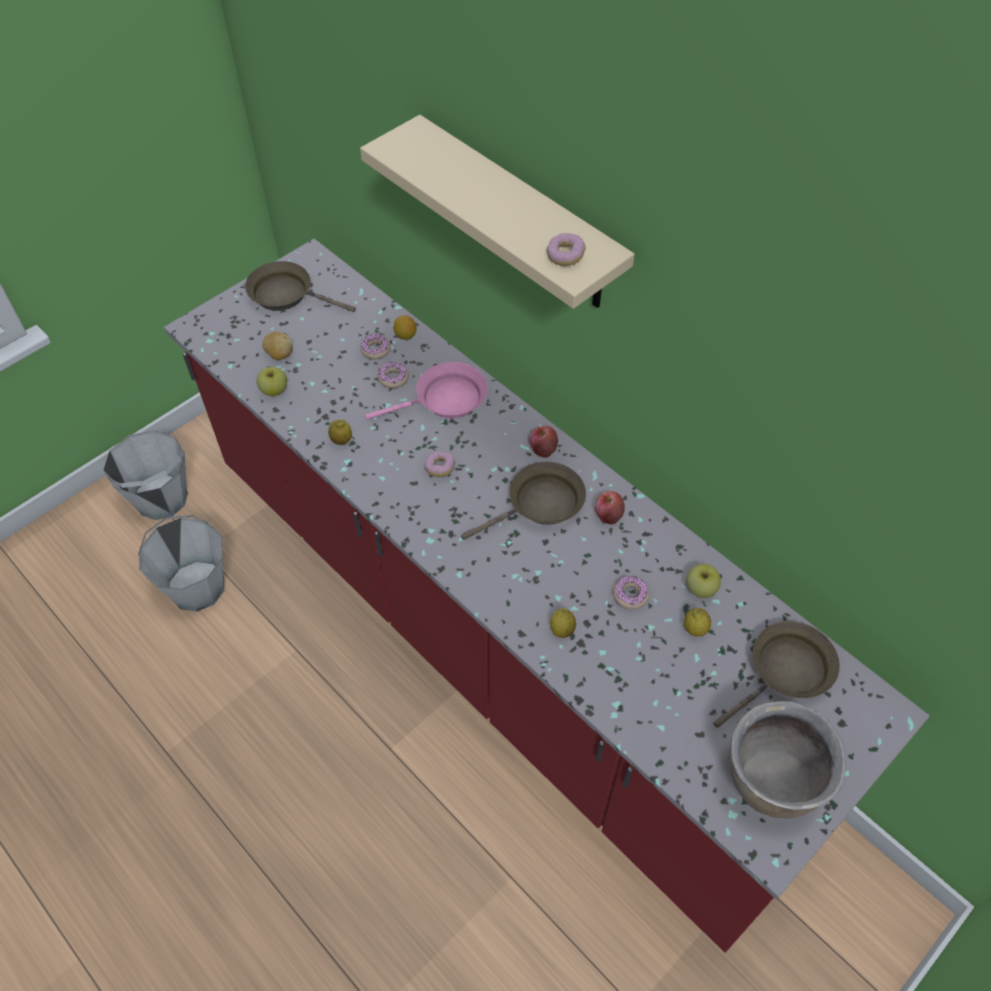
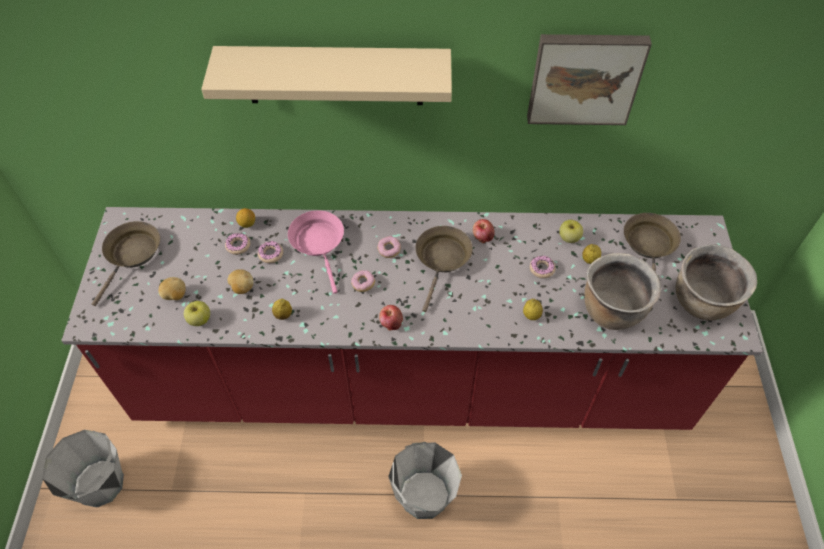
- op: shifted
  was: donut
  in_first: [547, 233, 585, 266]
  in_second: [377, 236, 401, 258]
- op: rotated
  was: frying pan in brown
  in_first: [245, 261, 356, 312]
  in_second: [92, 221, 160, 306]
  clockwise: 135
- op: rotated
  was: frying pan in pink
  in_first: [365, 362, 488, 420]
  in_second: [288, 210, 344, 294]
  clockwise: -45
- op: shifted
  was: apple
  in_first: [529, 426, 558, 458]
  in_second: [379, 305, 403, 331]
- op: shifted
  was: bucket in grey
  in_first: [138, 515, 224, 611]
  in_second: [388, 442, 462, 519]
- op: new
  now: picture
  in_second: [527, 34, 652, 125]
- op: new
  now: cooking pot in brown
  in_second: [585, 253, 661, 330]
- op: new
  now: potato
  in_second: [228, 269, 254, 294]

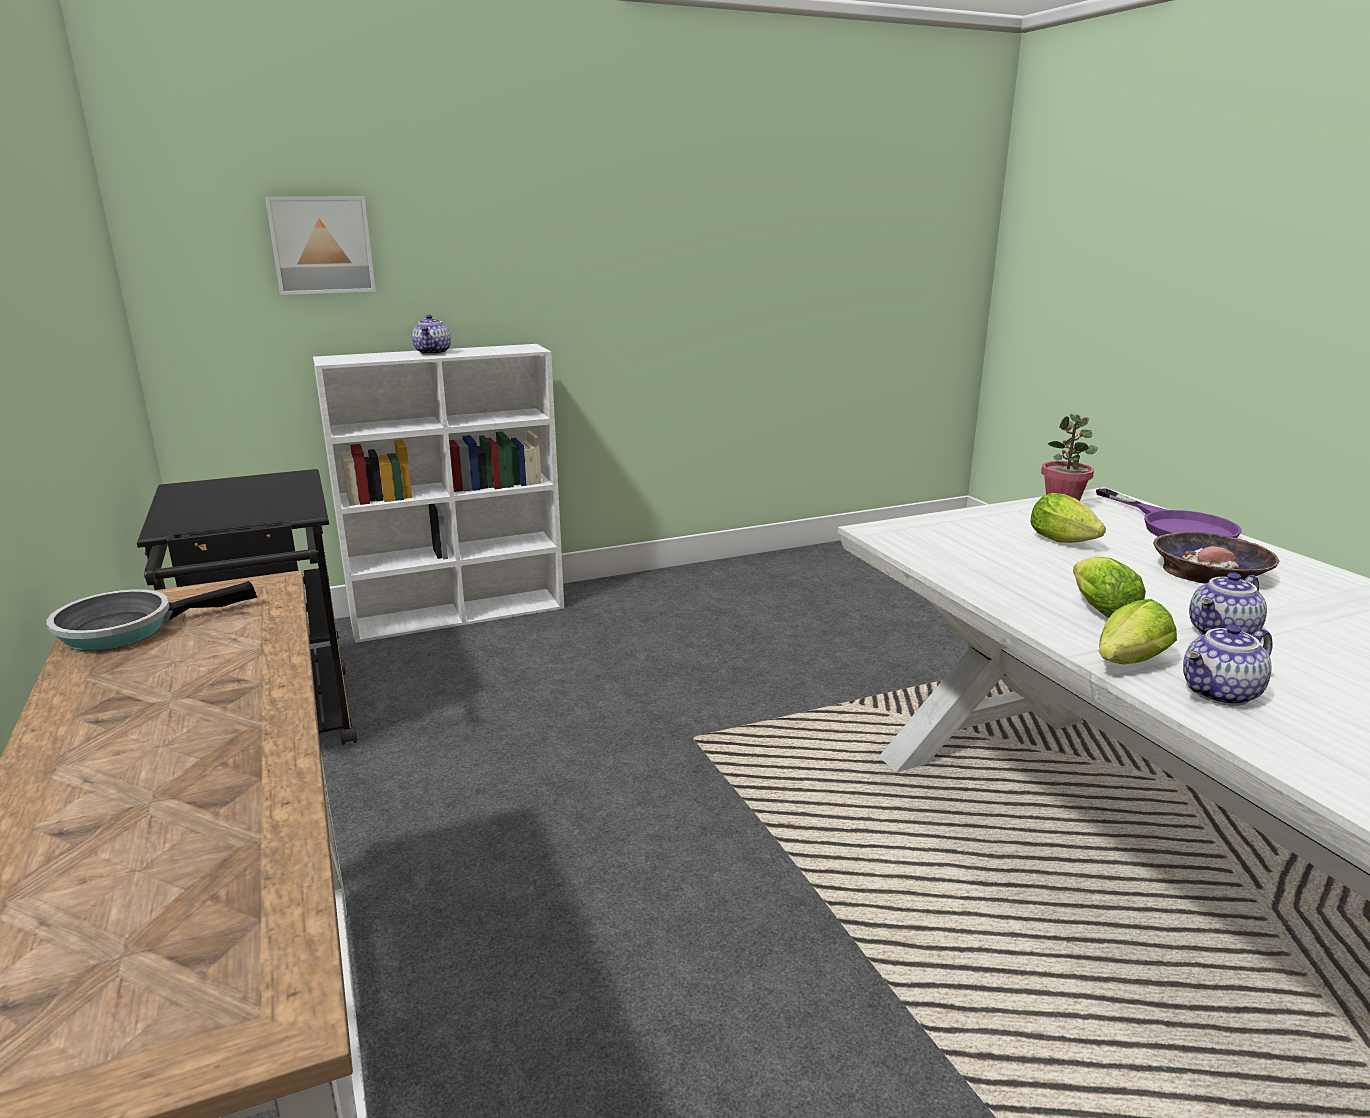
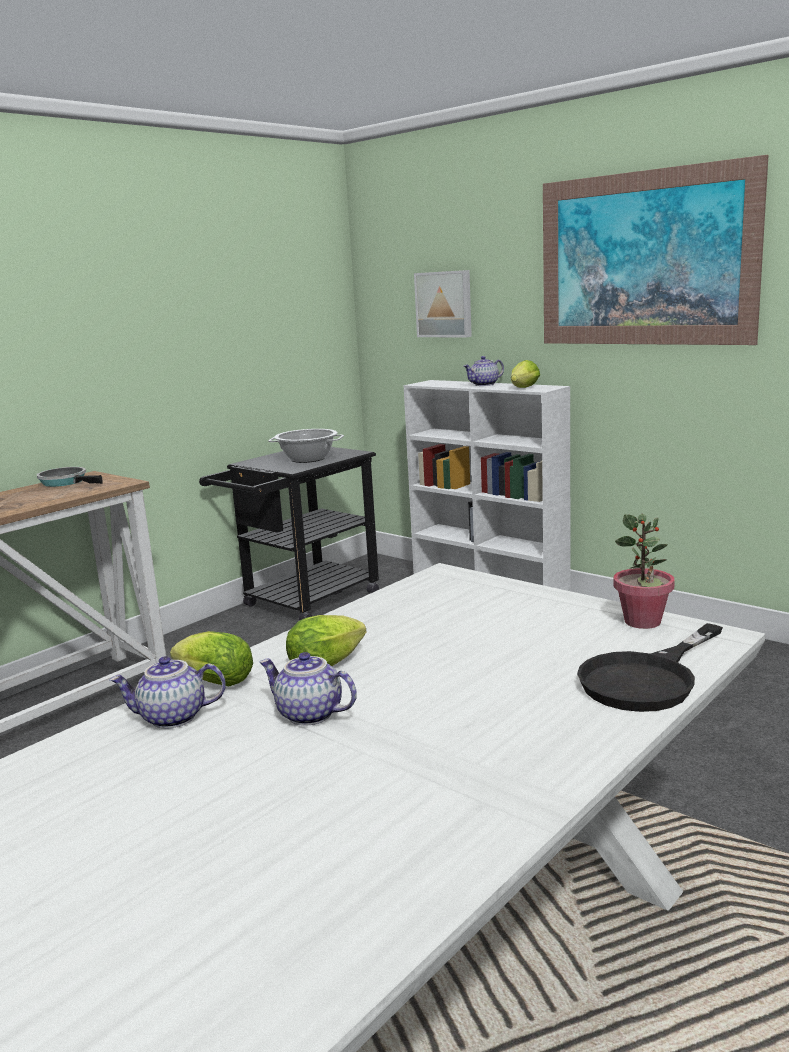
- op: repainted
  was: frying pan in purple
  now: frying pan in black
  in_first: [1096, 488, 1242, 538]
  in_second: [577, 623, 723, 712]
- op: shifted
  was: lettuce
  in_first: [1031, 493, 1106, 543]
  in_second: [511, 360, 540, 388]
- op: gone
  was: bowl
  in_first: [1153, 531, 1280, 584]
- op: rotated
  was: teapot
  in_first: [1183, 625, 1273, 706]
  in_second: [109, 656, 226, 729]
  clockwise: -45
- op: new
  now: picture
  in_second: [543, 155, 769, 345]
- op: new
  now: cooking pot
  in_second: [268, 429, 344, 463]

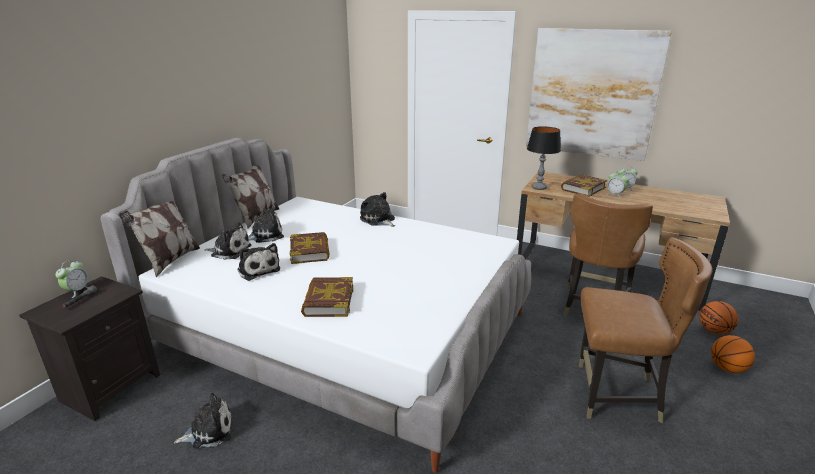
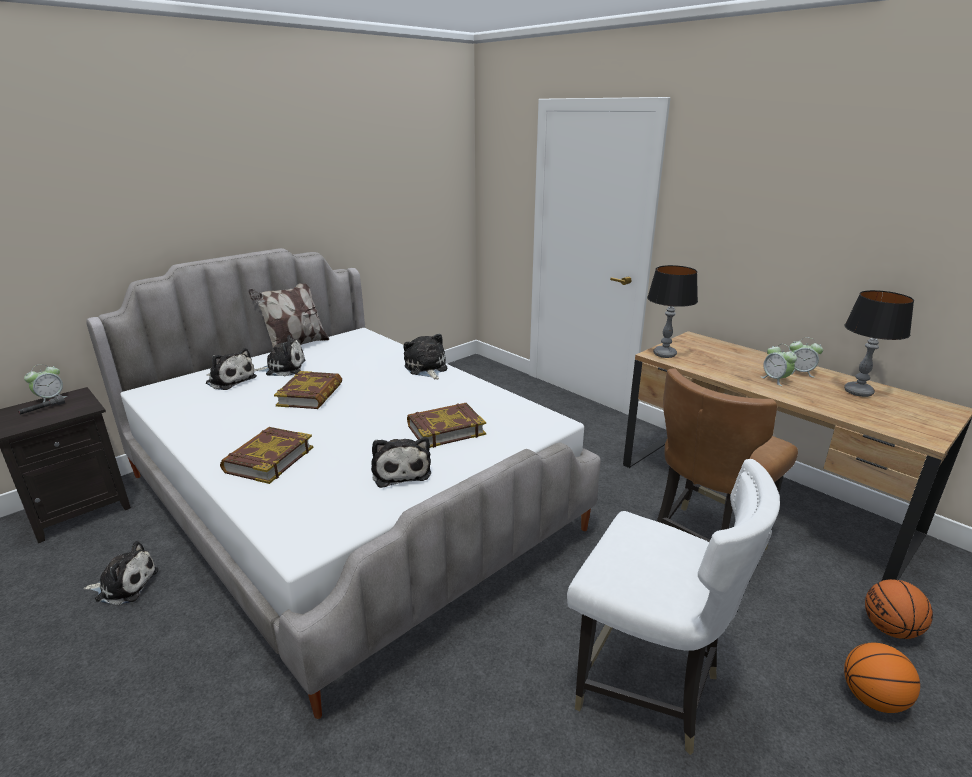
- op: gone
  was: picture
  in_first: [526, 28, 672, 161]
- op: shifted
  was: book
  in_first: [561, 174, 607, 197]
  in_second: [407, 403, 486, 448]
- op: gone
  was: pillow
  in_first: [119, 201, 200, 278]
- op: repainted
  was: chair in brown
  now: chair in white
  in_first: [579, 237, 713, 423]
  in_second: [567, 459, 780, 755]
- op: shifted
  was: plush toy
  in_first: [237, 243, 280, 281]
  in_second: [371, 437, 431, 488]
- op: new
  now: table lamp
  in_second: [844, 290, 914, 397]

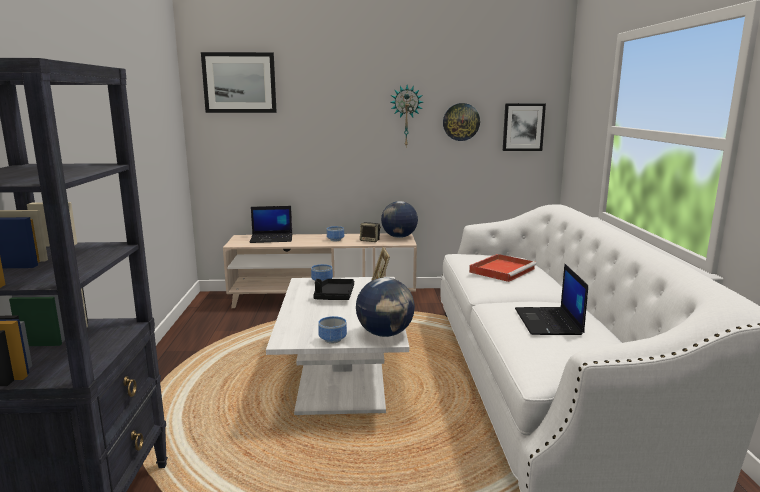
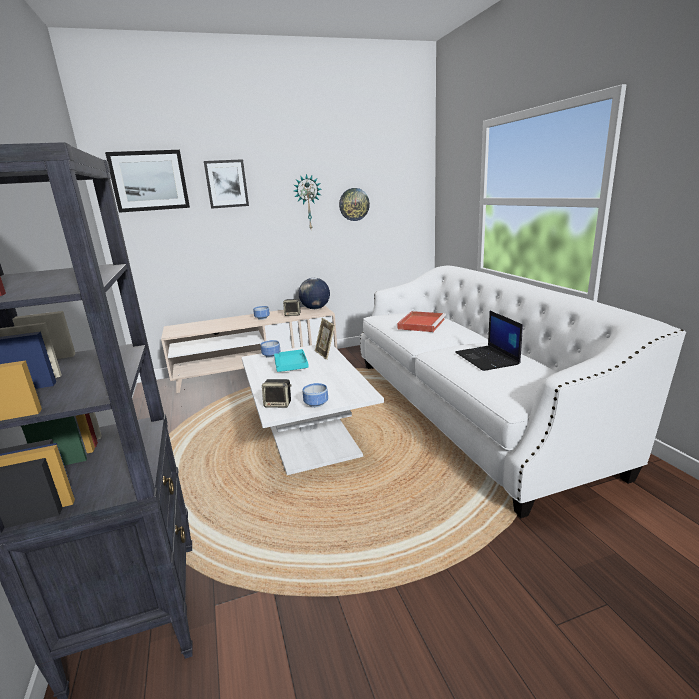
- op: shifted
  was: picture
  in_first: [503, 103, 546, 151]
  in_second: [204, 159, 249, 209]
- op: gone
  was: laptop
  in_first: [250, 206, 292, 243]
- op: gone
  was: globe
  in_first: [356, 278, 415, 337]
- op: repainted
  was: tray in black
  now: tray in turquoise
  in_first: [313, 279, 354, 300]
  in_second: [274, 349, 309, 372]
- op: new
  now: speaker
  in_second: [262, 379, 292, 408]

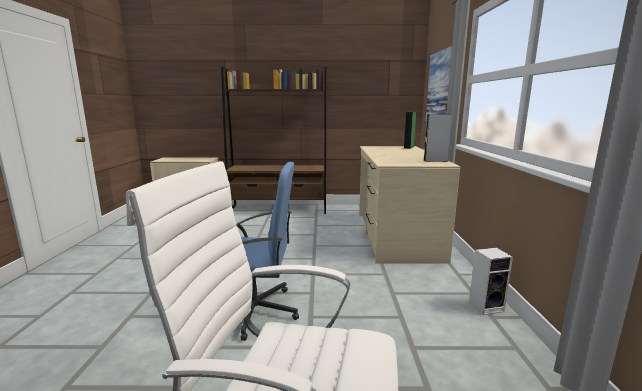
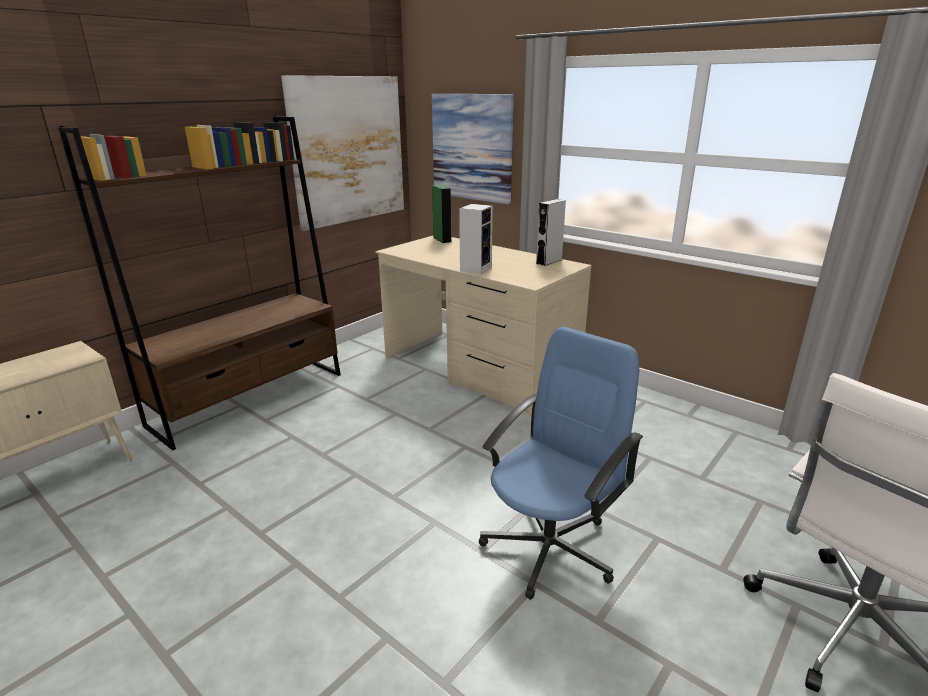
- op: shifted
  was: speaker
  in_first: [469, 248, 513, 315]
  in_second: [459, 204, 493, 274]
- op: new
  now: picture
  in_second: [281, 75, 404, 231]

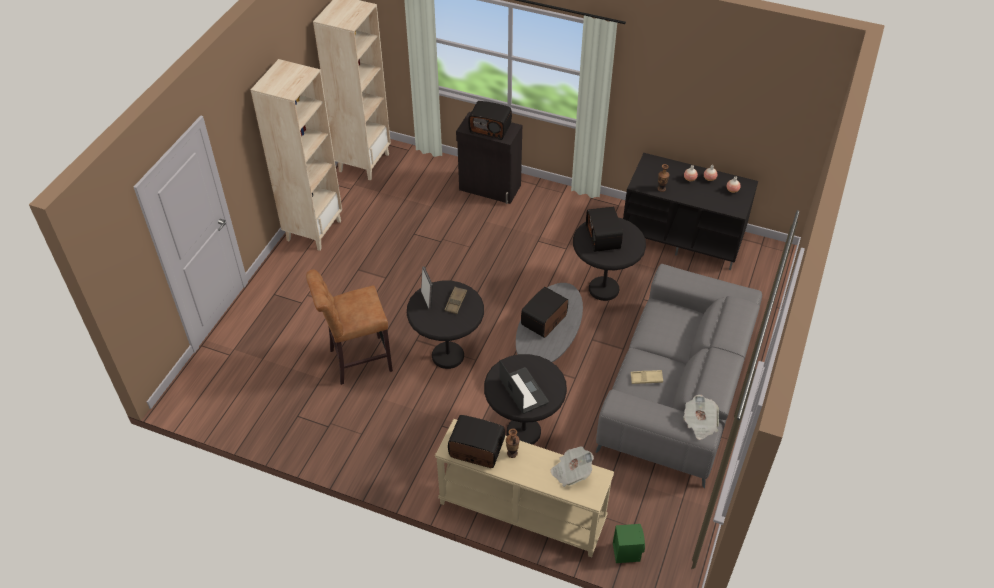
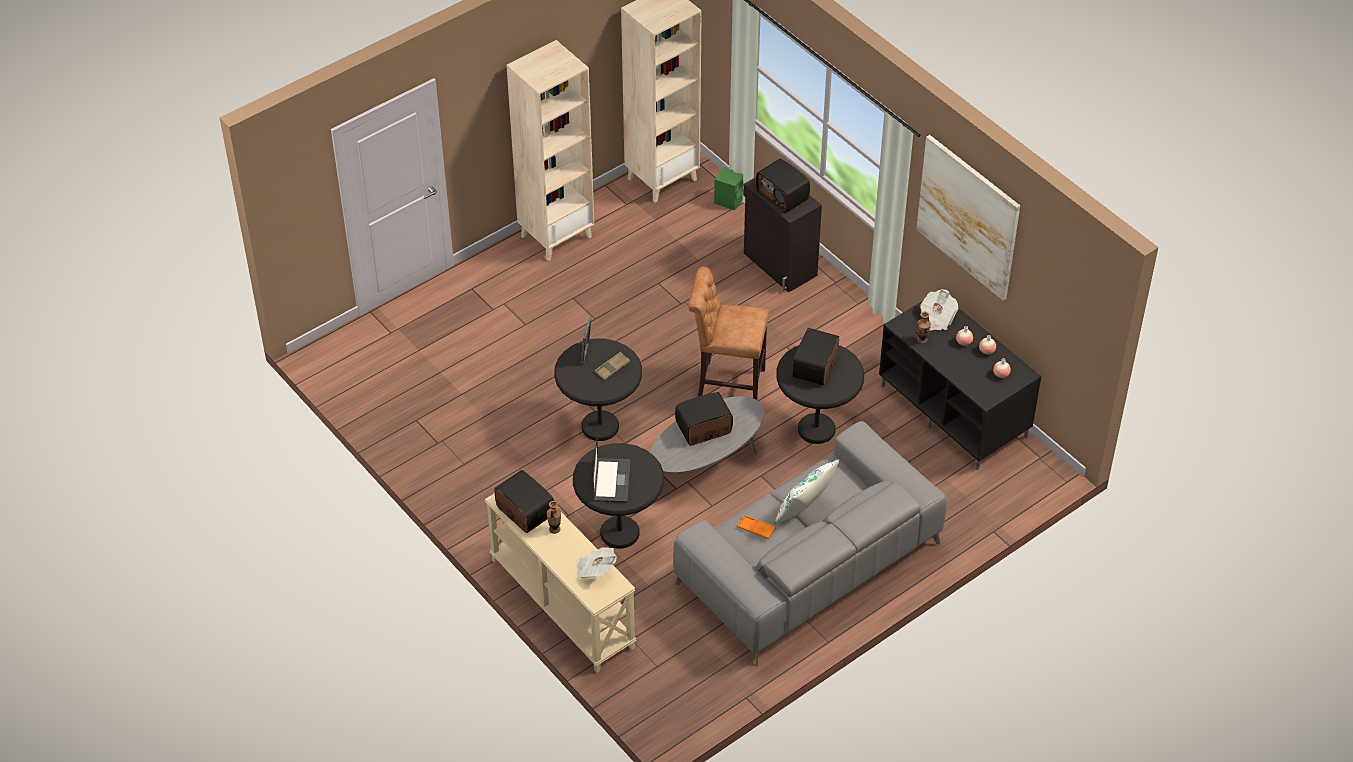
- op: shifted
  was: stool in brown
  in_first: [306, 270, 393, 385]
  in_second: [688, 267, 769, 400]
- op: repainted
  was: tray in beige
  now: tray in orange
  in_first: [631, 370, 663, 384]
  in_second: [737, 515, 776, 539]
- op: shifted
  was: newspaper
  in_first: [683, 395, 719, 440]
  in_second: [920, 289, 958, 330]
- op: shifted
  was: speaker in green
  in_first: [613, 524, 645, 563]
  in_second: [714, 167, 743, 210]
- op: new
  now: picture
  in_second: [916, 135, 1020, 300]
- op: new
  now: pillow in white
  in_second: [774, 459, 840, 524]

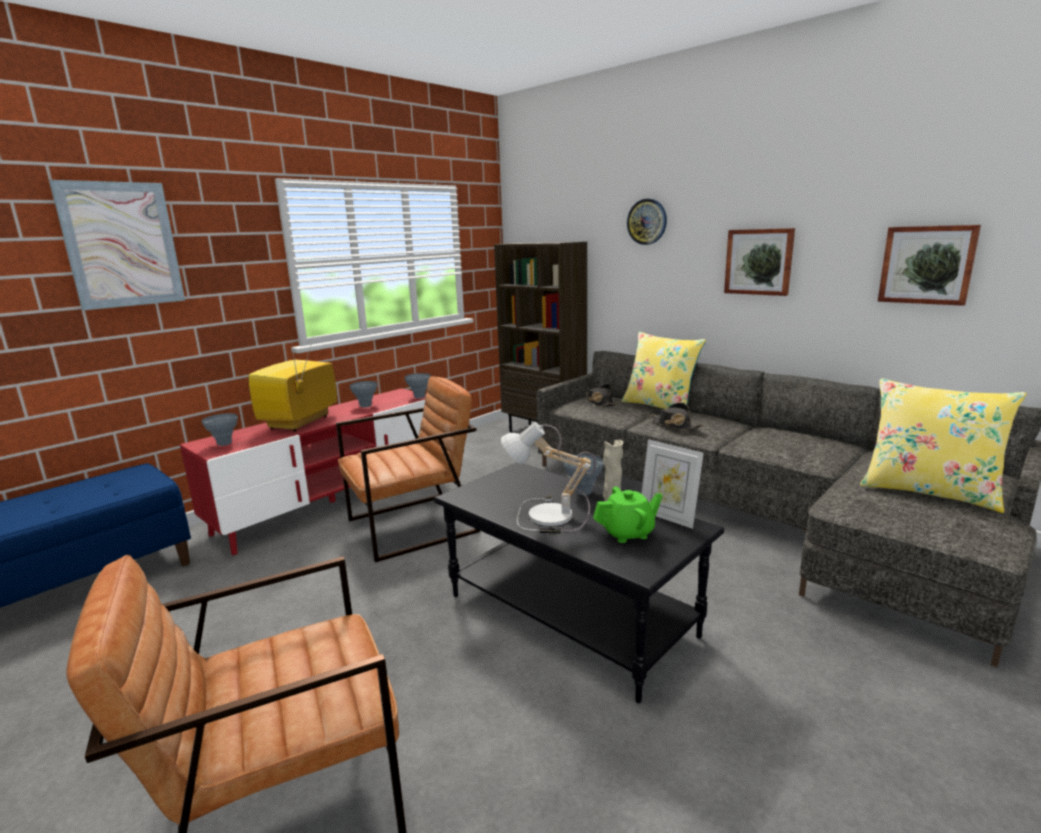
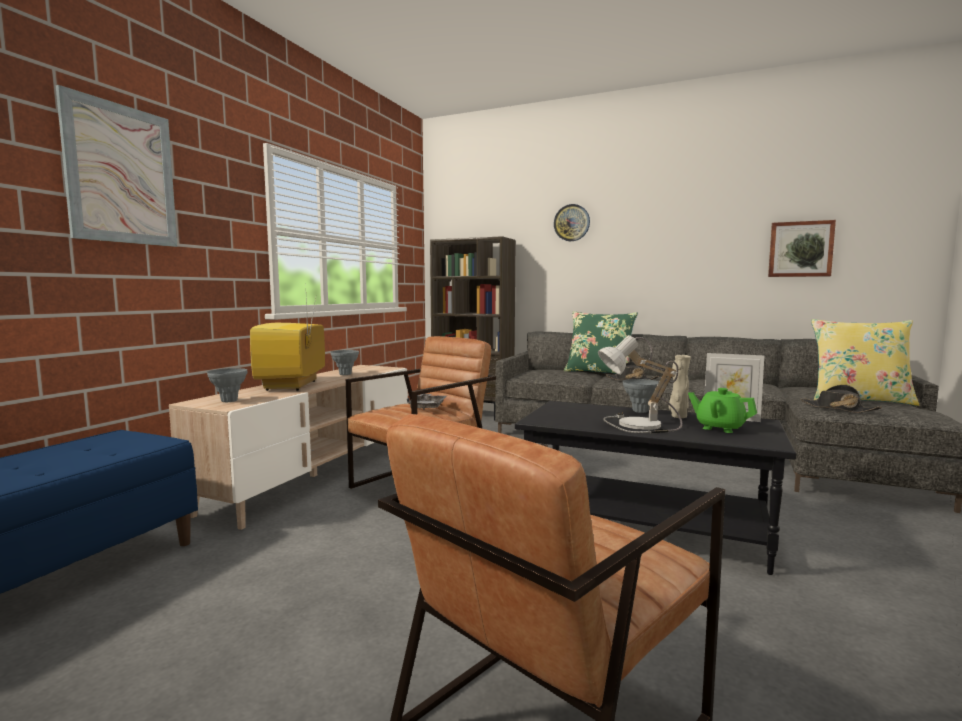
- op: gone
  was: picture
  in_first: [724, 228, 795, 296]
- op: repainted
  was: pillow in yellow
  now: pillow in green
  in_first: [621, 332, 706, 409]
  in_second: [564, 311, 638, 374]
- op: gone
  was: vase in grey
  in_first: [405, 373, 431, 399]
- op: shifted
  was: hat in black
  in_first: [586, 384, 616, 407]
  in_second: [801, 385, 882, 413]
- op: repainted
  was: tv stand in red
  now: tv stand in beige
  in_first: [180, 388, 426, 555]
  in_second: [169, 365, 408, 530]
- op: rotated
  was: teapot in green
  in_first: [593, 487, 663, 543]
  in_second: [688, 388, 757, 433]
  clockwise: -105
- op: new
  now: tray in grey
  in_second: [407, 394, 446, 410]

